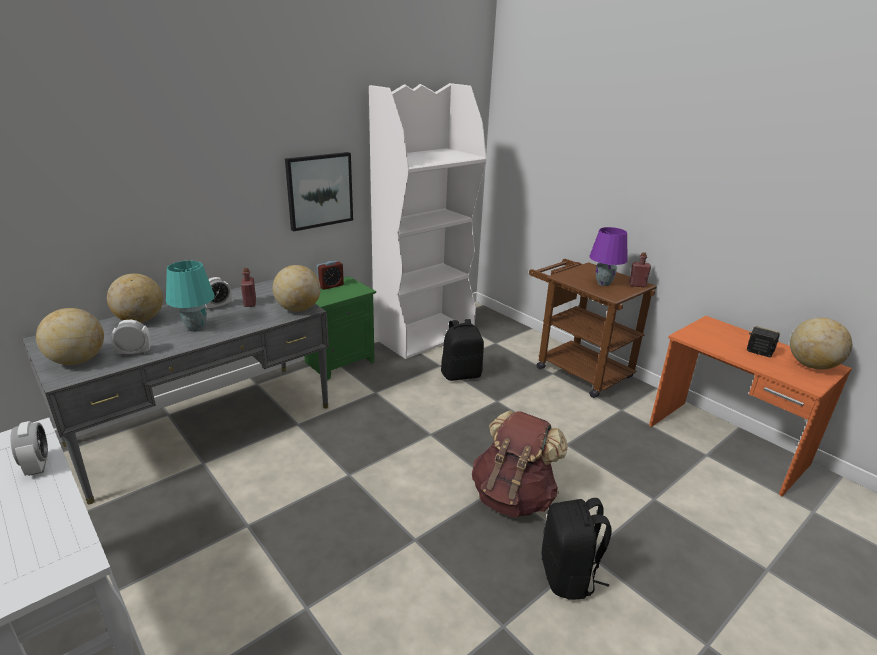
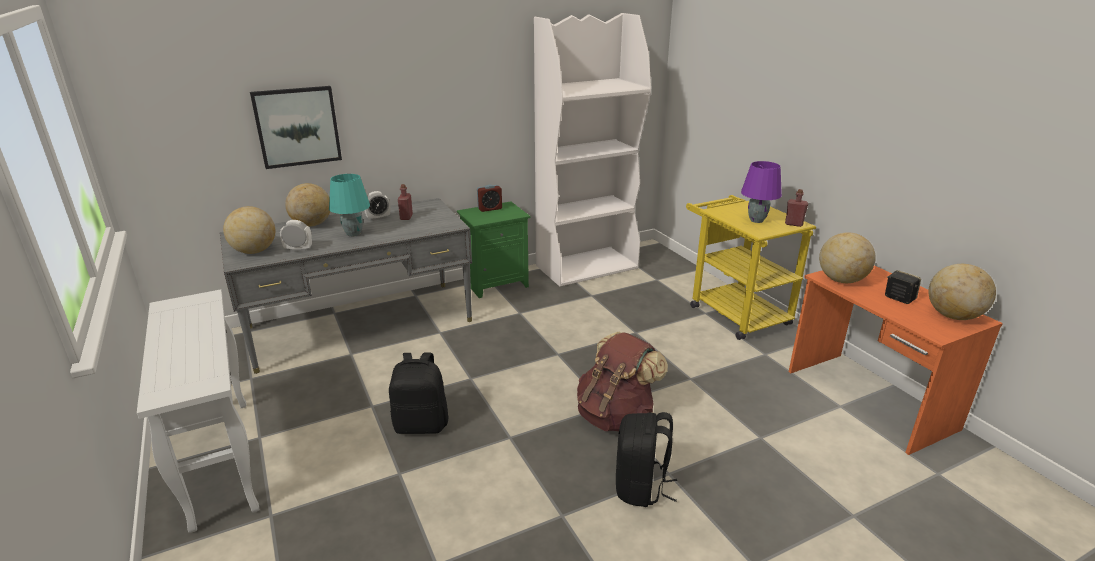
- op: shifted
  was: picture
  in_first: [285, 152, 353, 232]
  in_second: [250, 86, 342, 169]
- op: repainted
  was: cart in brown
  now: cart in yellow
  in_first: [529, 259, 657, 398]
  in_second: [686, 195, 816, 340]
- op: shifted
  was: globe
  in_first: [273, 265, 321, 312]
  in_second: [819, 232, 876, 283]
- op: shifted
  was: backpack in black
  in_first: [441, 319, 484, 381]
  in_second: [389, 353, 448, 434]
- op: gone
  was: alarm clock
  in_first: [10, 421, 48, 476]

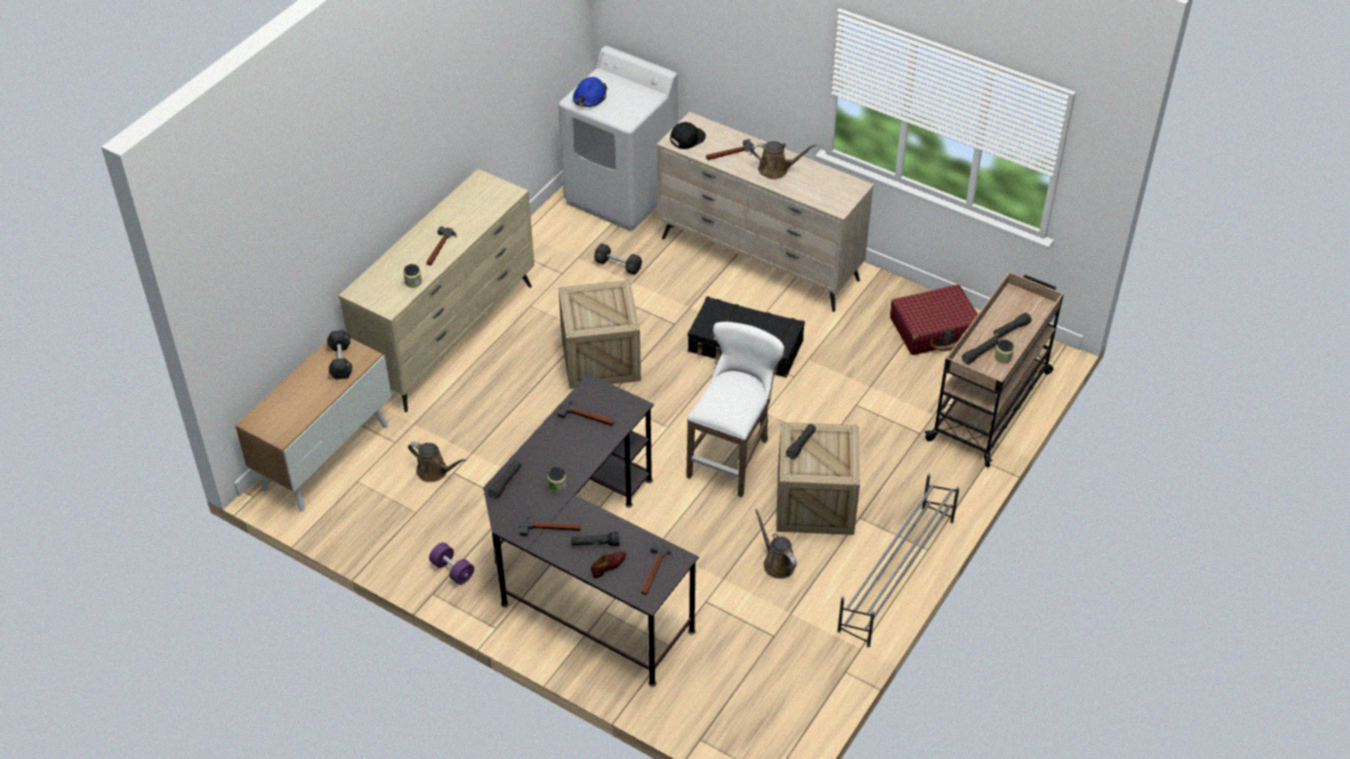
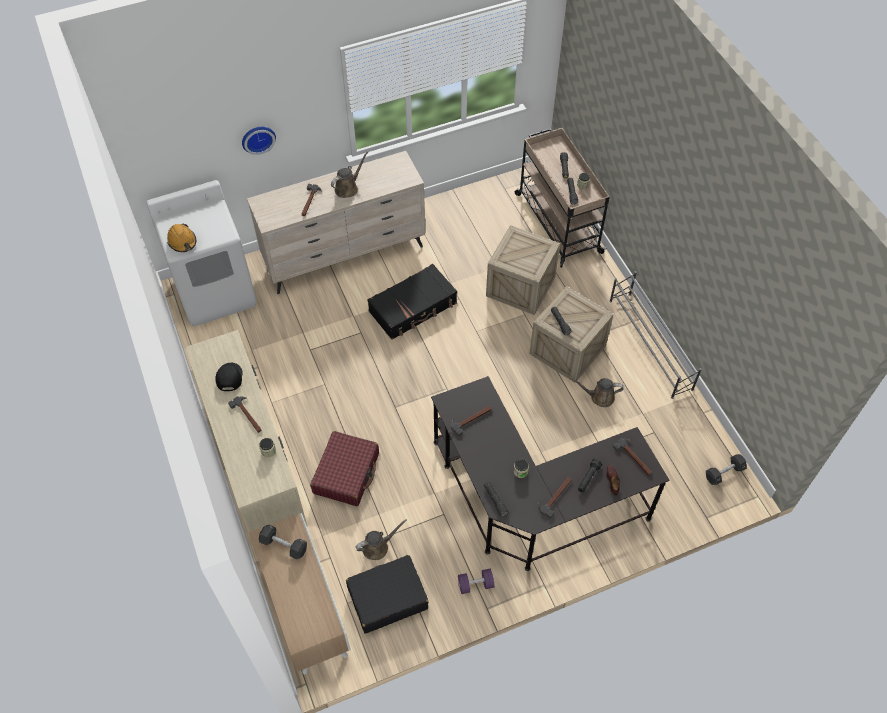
- op: repainted
  was: hard hat in blue
  now: hard hat in orange
  in_first: [573, 77, 608, 107]
  in_second: [167, 223, 196, 252]
- op: shifted
  was: cap in black
  in_first: [670, 122, 706, 149]
  in_second: [215, 363, 243, 391]
- op: shifted
  was: dumbbell in black
  in_first: [594, 243, 642, 275]
  in_second: [706, 454, 747, 485]
- op: shifted
  was: crate
  in_first: [558, 280, 641, 389]
  in_second: [486, 225, 560, 315]
- op: shifted
  was: suitcase in red
  in_first: [890, 285, 978, 355]
  in_second: [310, 431, 379, 506]
- op: gone
  was: stool in white
  in_first: [686, 321, 785, 498]
- op: new
  now: wall clock
  in_second: [242, 127, 276, 155]
- op: new
  now: suitcase in black
  in_second: [346, 555, 429, 633]

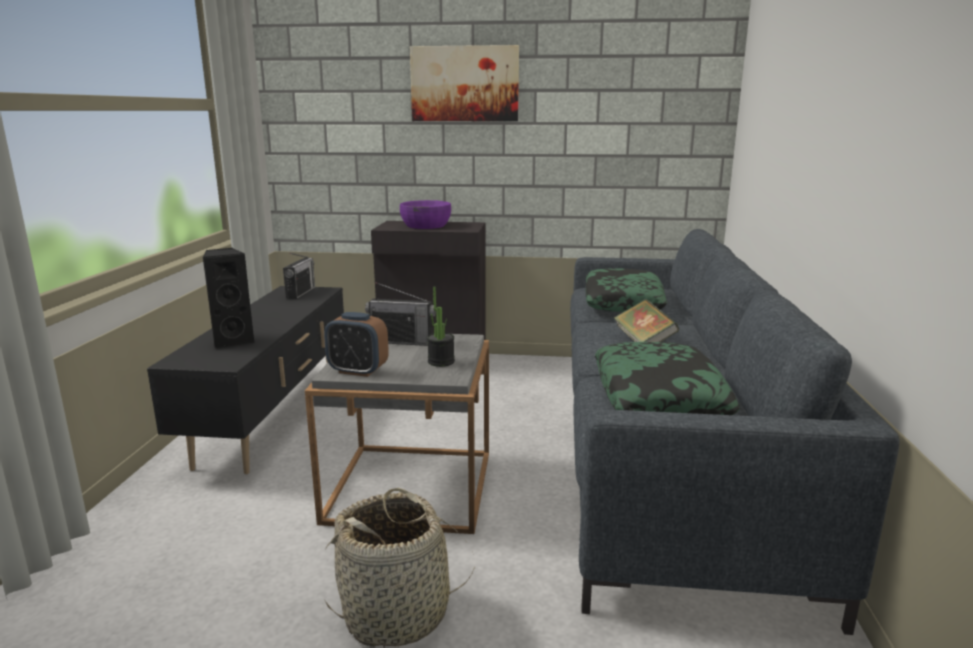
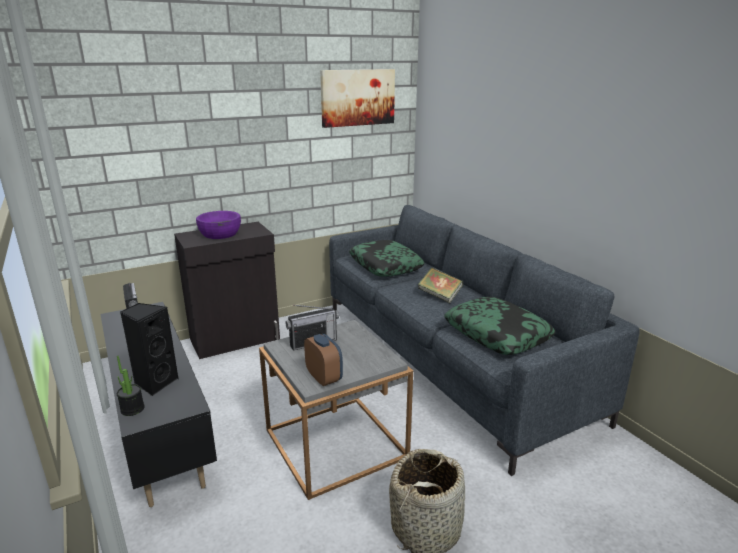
- op: shifted
  was: picture
  in_first: [410, 45, 519, 121]
  in_second: [320, 69, 395, 128]
- op: shifted
  was: potted plant
  in_first: [427, 287, 455, 367]
  in_second: [117, 356, 145, 416]
- op: rotated
  was: alarm clock
  in_first: [324, 312, 389, 377]
  in_second: [304, 334, 343, 386]
  clockwise: -105

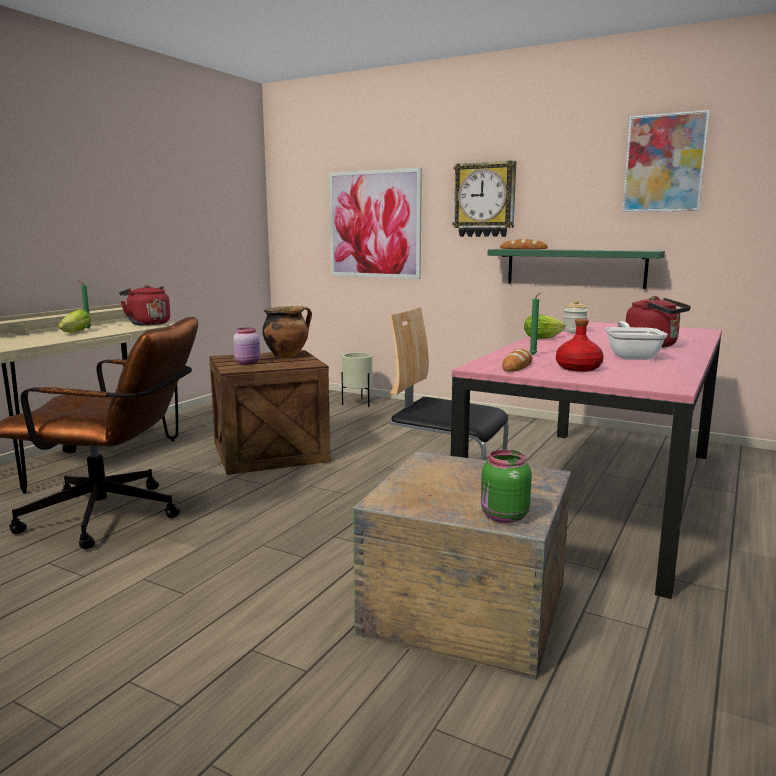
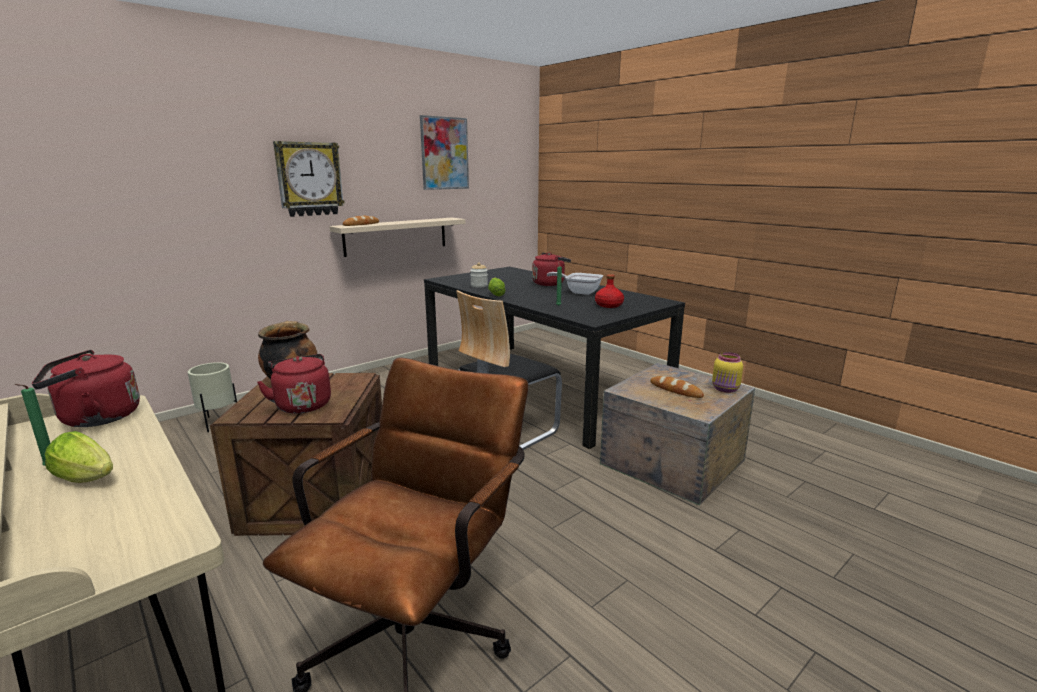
- op: gone
  was: picture
  in_first: [329, 168, 422, 279]
- op: repainted
  was: shelf in green
  now: shelf in beige
  in_first: [488, 249, 665, 289]
  in_second: [329, 218, 466, 257]
- op: repainted
  was: dining table in pink
  now: dining table in black
  in_first: [451, 321, 722, 599]
  in_second: [424, 267, 685, 449]
- op: swapped
  was: jar in pink
  now: kettle in red
  in_first: [233, 328, 260, 365]
  in_second: [257, 354, 331, 414]
- op: shifted
  was: bread
  in_first: [502, 349, 532, 372]
  in_second: [650, 376, 704, 398]
- op: repainted
  was: jar in green
  now: jar in yellow
  in_first: [481, 450, 532, 523]
  in_second: [712, 352, 743, 393]

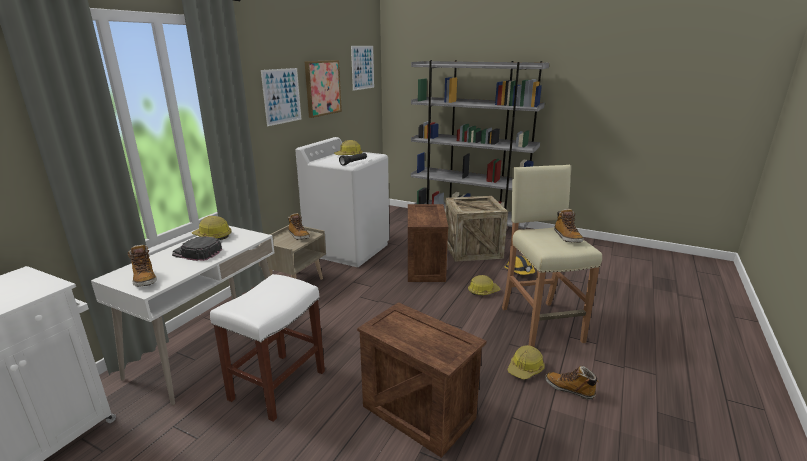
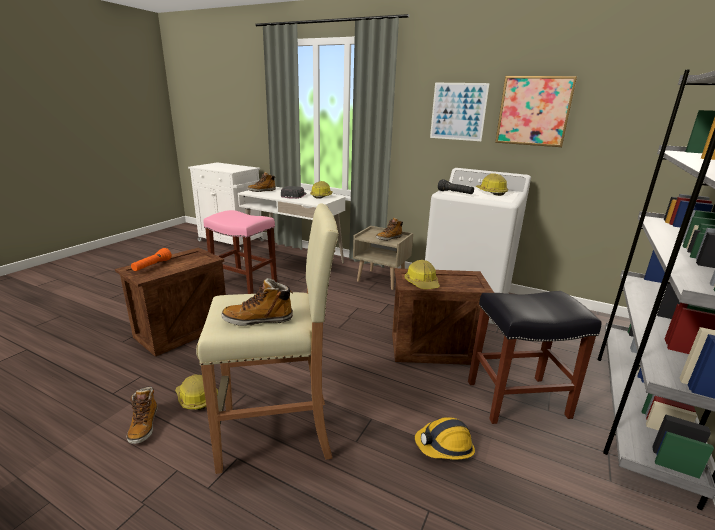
- op: gone
  was: picture
  in_first: [351, 46, 374, 91]
- op: swapped
  was: crate
  now: stool in black
  in_first: [445, 196, 508, 262]
  in_second: [468, 291, 601, 424]
- op: repainted
  was: stool in white
  now: stool in pink
  in_first: [210, 274, 325, 422]
  in_second: [204, 210, 277, 294]
- op: shifted
  was: hard hat
  in_first: [468, 275, 501, 295]
  in_second: [405, 260, 440, 289]
- op: rotated
  was: boot
  in_first: [545, 366, 599, 400]
  in_second: [127, 386, 158, 444]
  clockwise: 135
- op: new
  now: flashlight in orange
  in_second: [131, 248, 171, 271]

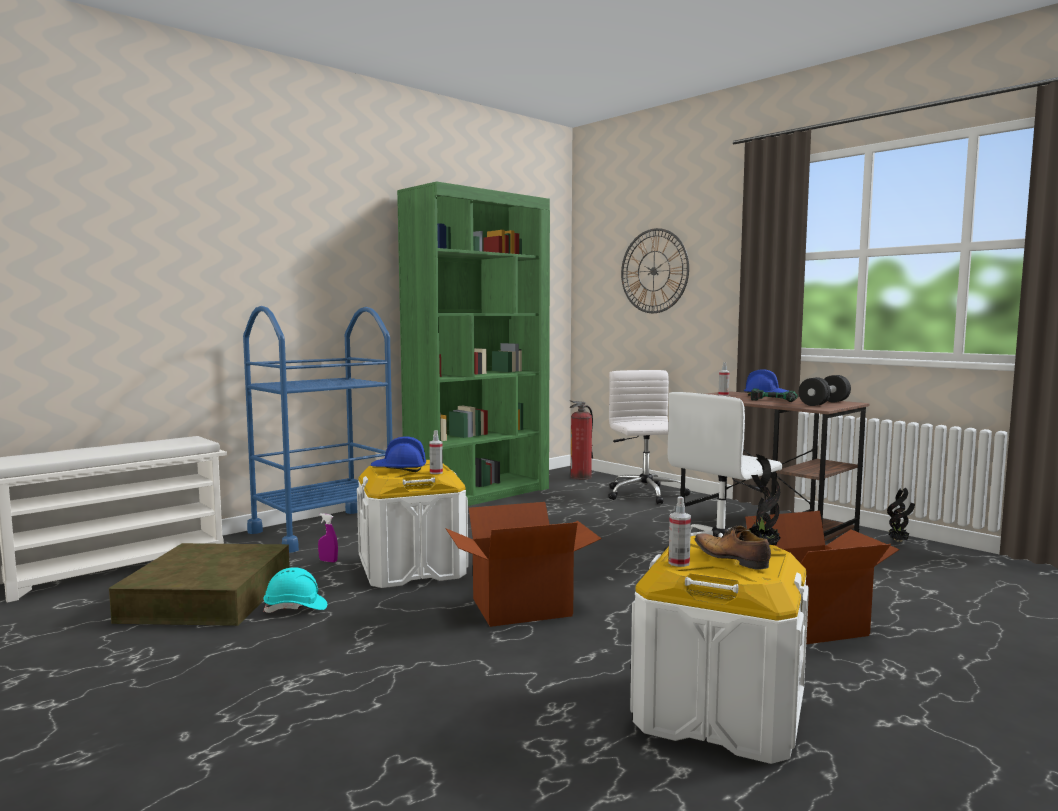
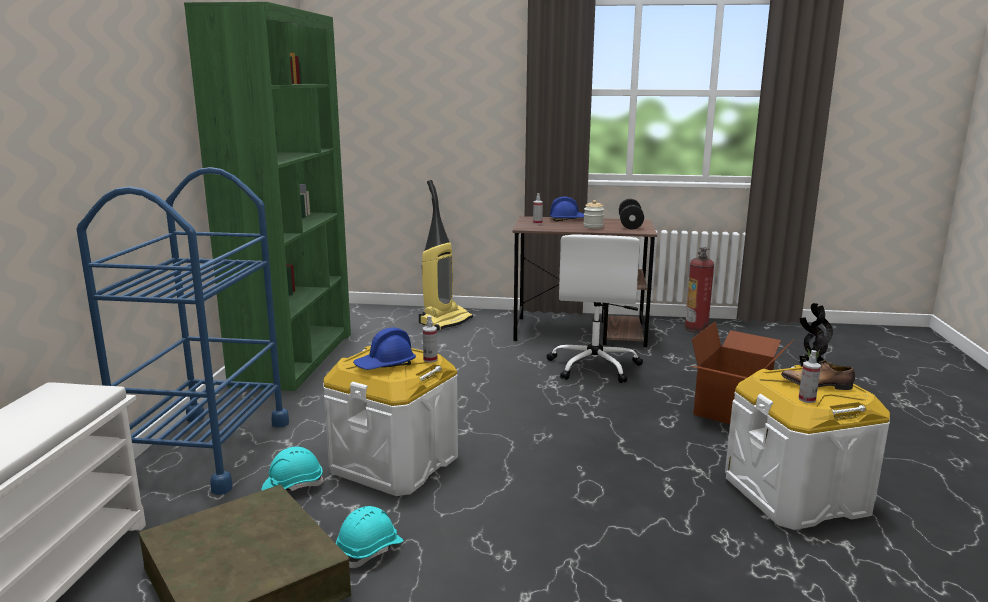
- op: gone
  was: wall clock
  in_first: [621, 228, 689, 313]
- op: swapped
  was: office chair in white
  now: vacuum cleaner
  in_first: [608, 370, 690, 504]
  in_second: [419, 180, 473, 331]
- op: swapped
  was: power drill
  now: jar
  in_first: [751, 389, 798, 402]
  in_second: [583, 200, 604, 229]
- op: shifted
  was: fire extinguisher
  in_first: [569, 400, 593, 480]
  in_second: [685, 247, 714, 333]
- op: gone
  was: potted plant
  in_first: [887, 488, 915, 542]
- op: gone
  was: cardboard box
  in_first: [446, 502, 602, 627]
- op: swapped
  was: spray bottle in purple
  now: hard hat in turquoise
  in_first: [318, 513, 338, 562]
  in_second: [262, 447, 323, 491]

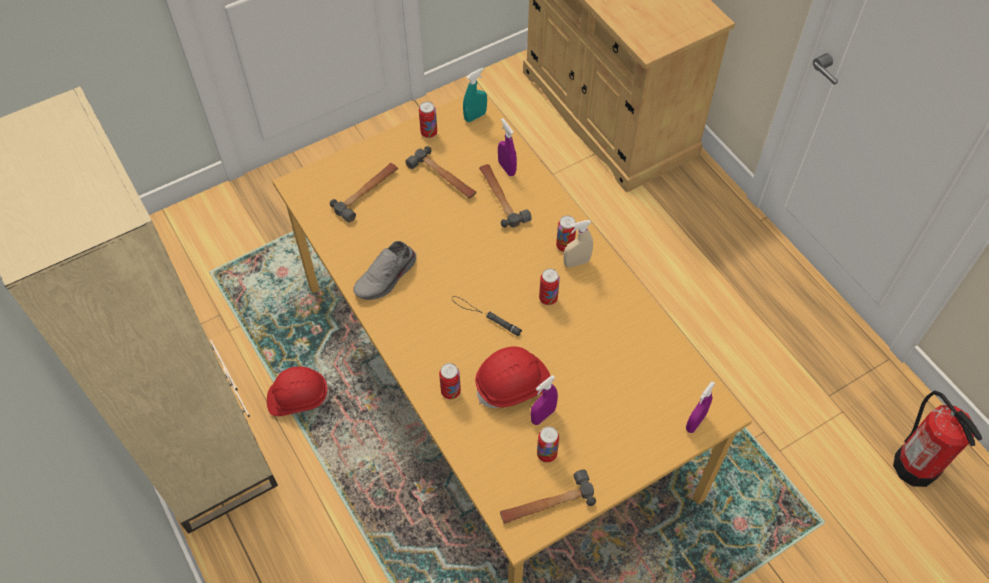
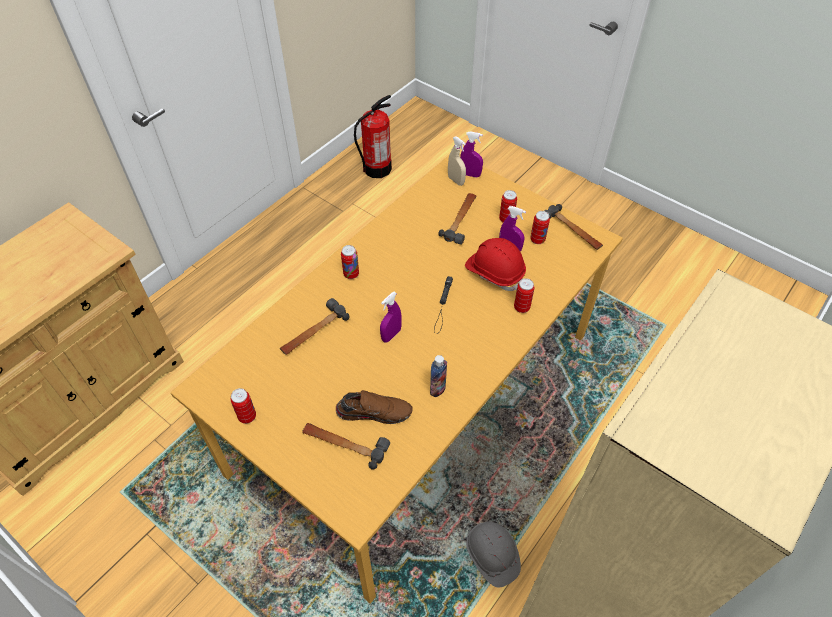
- op: gone
  was: spray bottle in turquoise
  in_first: [463, 68, 487, 122]
- op: shifted
  was: spray bottle in purple
  in_first: [498, 118, 517, 176]
  in_second: [380, 292, 402, 343]
- op: shifted
  was: hammer
  in_first: [406, 146, 477, 199]
  in_second: [438, 193, 477, 245]
- op: shifted
  was: spray bottle in beige
  in_first: [563, 220, 593, 268]
  in_second: [448, 136, 466, 186]
- op: swapped
  was: shoe in grey
  now: bottle
  in_first: [353, 241, 417, 300]
  in_second: [430, 355, 447, 397]
- op: shifted
  was: can
  in_first: [539, 268, 560, 305]
  in_second: [499, 190, 517, 222]
- op: repainted
  was: hard hat in red
  now: hard hat in grey
  in_first: [267, 366, 330, 416]
  in_second: [466, 521, 521, 588]
- op: new
  now: shoe in brown
  in_second: [336, 390, 412, 424]

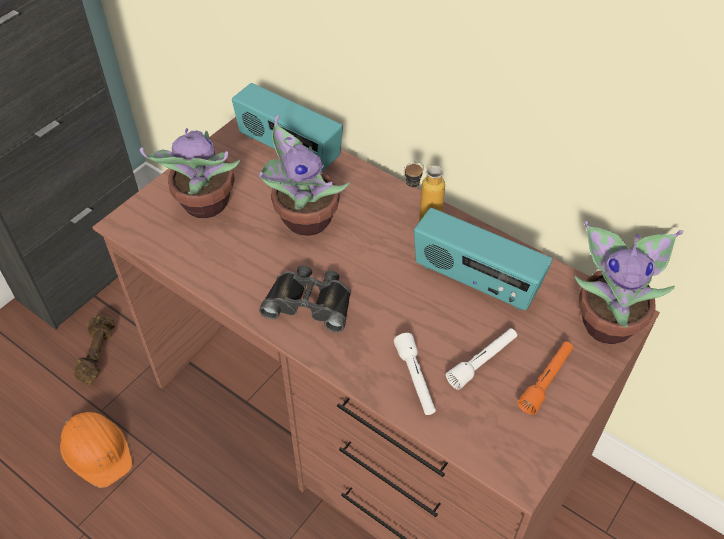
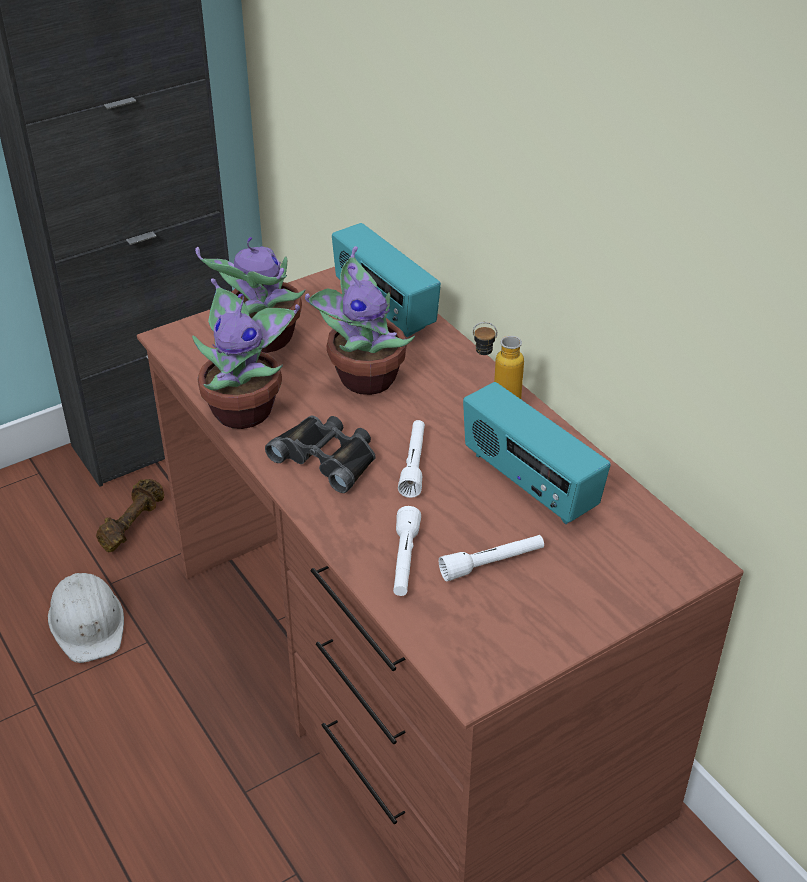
- op: shifted
  was: potted plant
  in_first: [574, 221, 683, 344]
  in_second: [192, 278, 300, 429]
- op: gone
  was: flashlight in orange
  in_first: [517, 342, 573, 415]
- op: repainted
  was: hard hat in orange
  now: hard hat in white
  in_first: [60, 412, 133, 488]
  in_second: [48, 573, 124, 663]
- op: new
  now: flashlight in white
  in_second: [398, 420, 425, 498]

